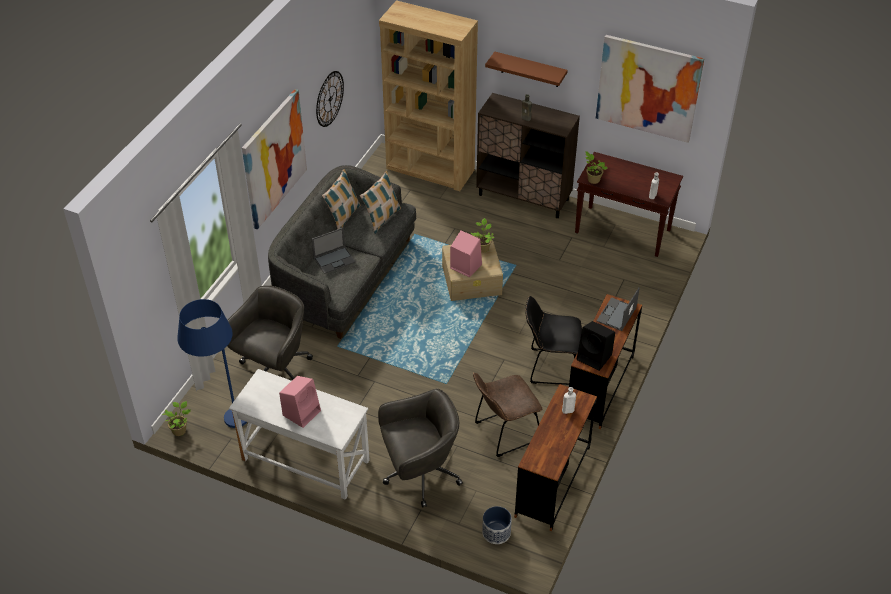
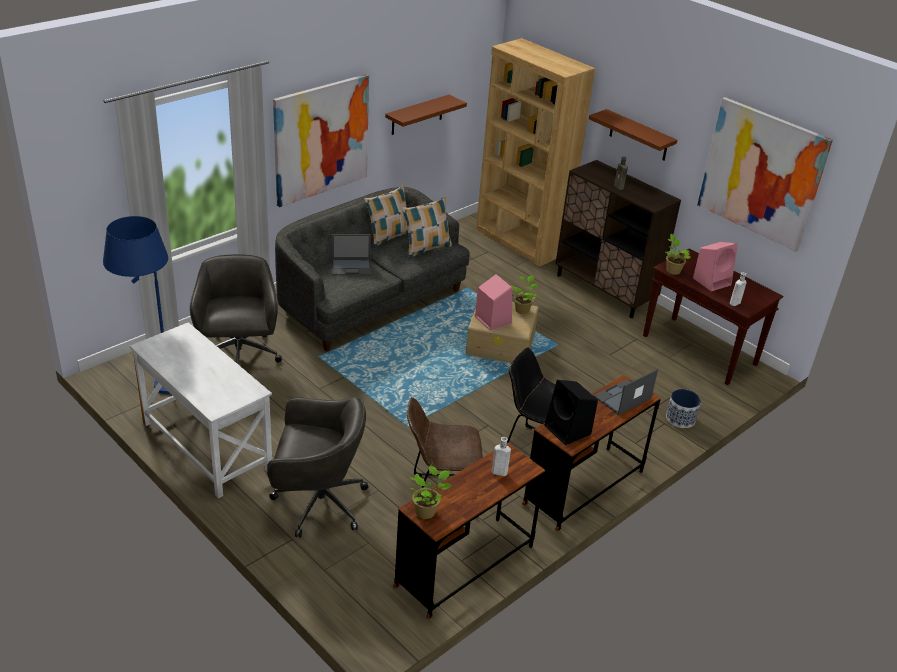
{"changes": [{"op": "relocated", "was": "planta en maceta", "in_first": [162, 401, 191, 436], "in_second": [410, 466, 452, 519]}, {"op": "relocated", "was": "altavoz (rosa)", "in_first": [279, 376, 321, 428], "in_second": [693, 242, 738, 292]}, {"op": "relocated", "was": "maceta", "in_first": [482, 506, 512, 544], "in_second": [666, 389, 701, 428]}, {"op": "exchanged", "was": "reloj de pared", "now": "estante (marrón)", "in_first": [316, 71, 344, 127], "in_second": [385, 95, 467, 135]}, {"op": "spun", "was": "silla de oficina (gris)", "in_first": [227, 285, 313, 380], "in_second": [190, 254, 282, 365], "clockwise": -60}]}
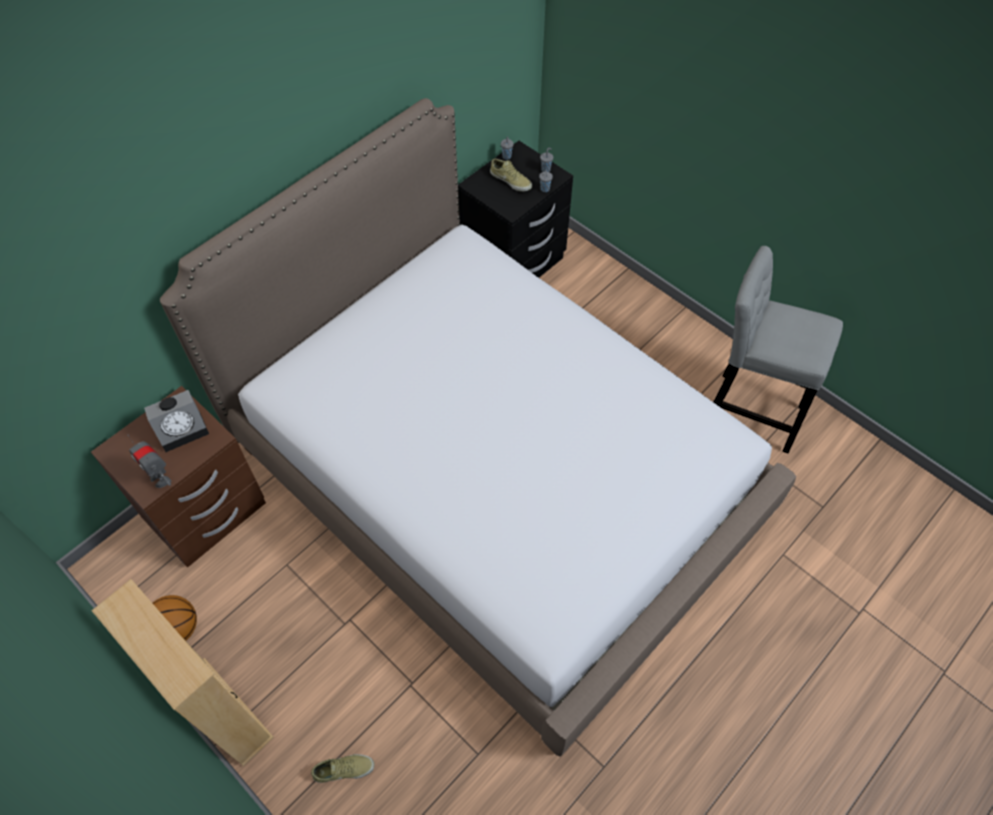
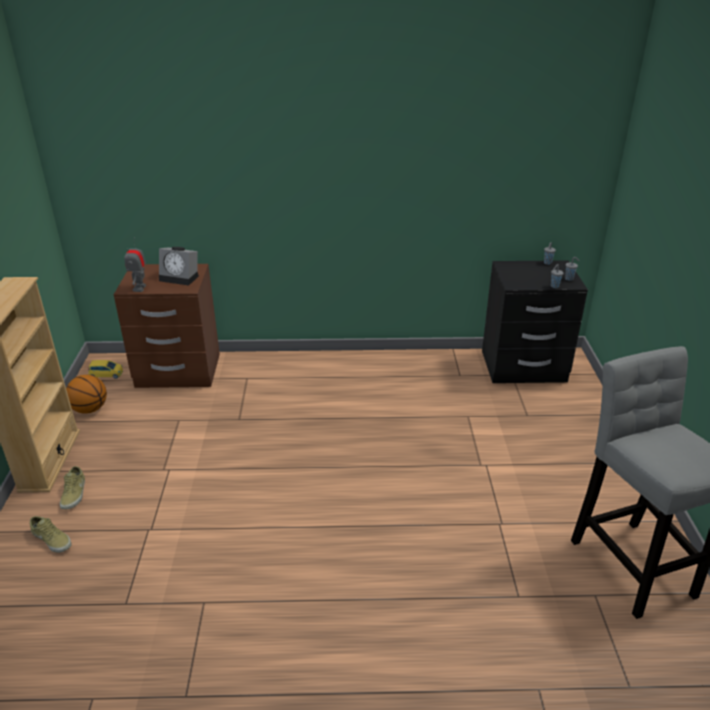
{"changes": [{"op": "missing", "was": "cama", "in_first": [160, 98, 796, 757]}, {"op": "appeared", "now": "coche de juguete (amarillo)", "in_second": [88, 360, 123, 379]}, {"op": "relocated", "was": "zapato (beis)", "in_first": [490, 159, 532, 192], "in_second": [60, 466, 85, 510]}]}
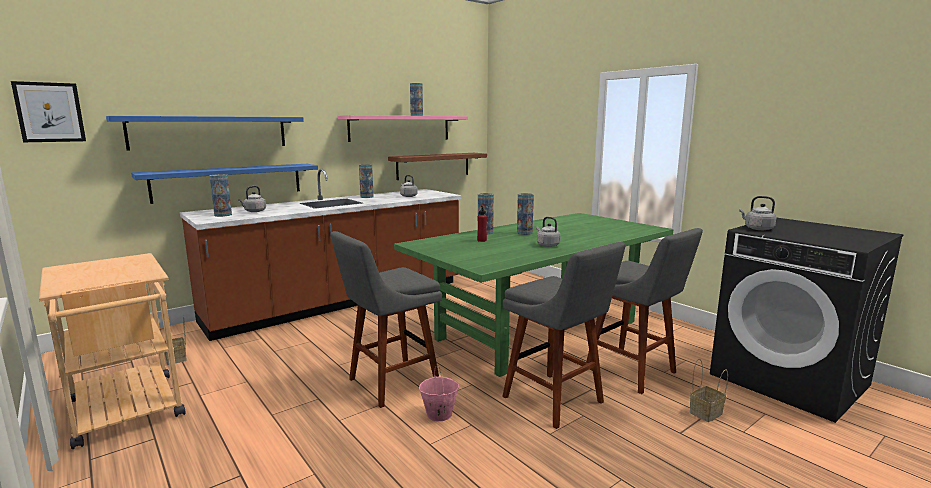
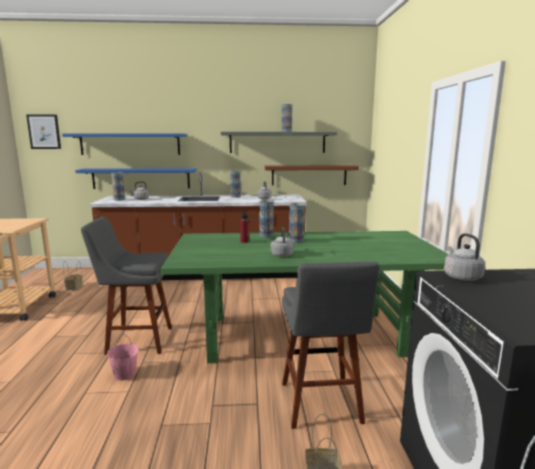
{"changes": [{"op": "missing", "was": "taburete (gris)", "in_first": [502, 242, 626, 429]}, {"op": "colour", "was": "estante (rosa)", "now": "estante (gris)", "in_first": [338, 115, 468, 142], "in_second": [221, 132, 337, 153]}]}
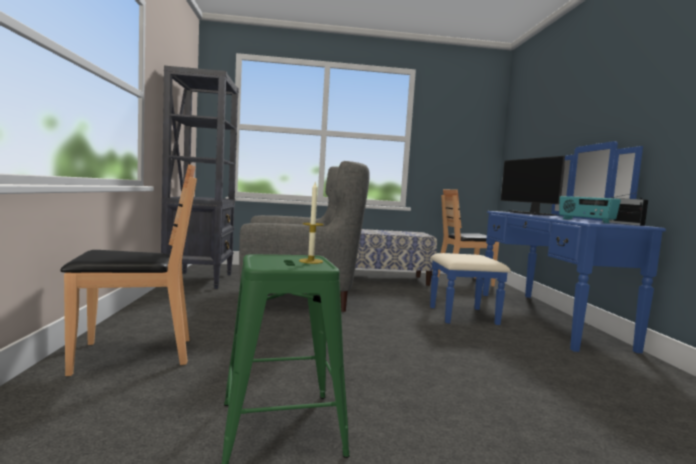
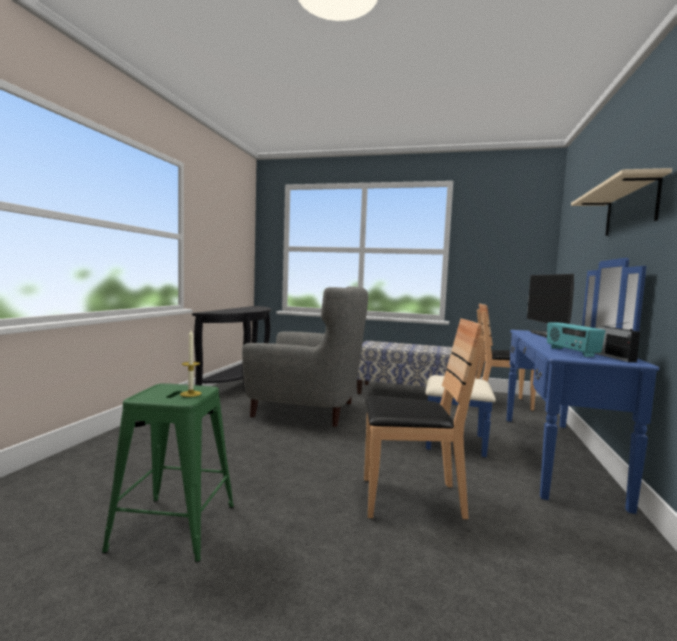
{"changes": [{"op": "appeared", "now": "estante (beis)", "in_second": [571, 168, 672, 236]}, {"op": "relocated", "was": "silla (marrón)", "in_first": [60, 164, 197, 376], "in_second": [364, 318, 484, 519]}, {"op": "exchanged", "was": "estantería (negro)", "now": "mesa consola (negro)", "in_first": [161, 66, 239, 289], "in_second": [192, 306, 271, 392]}]}
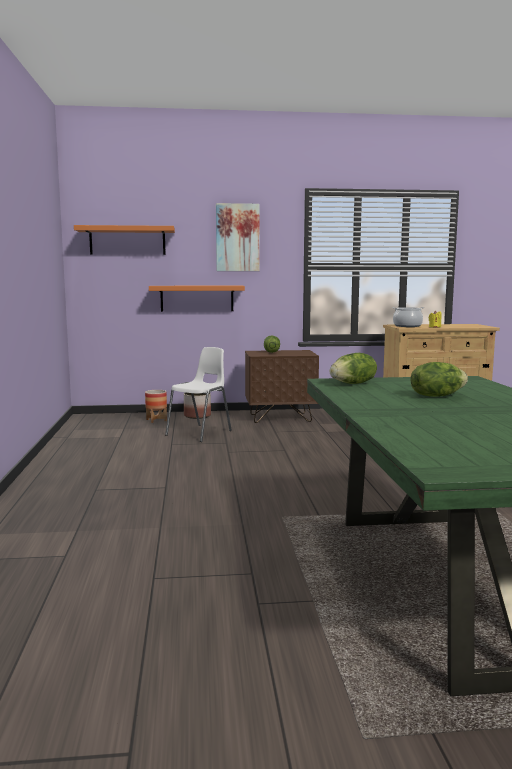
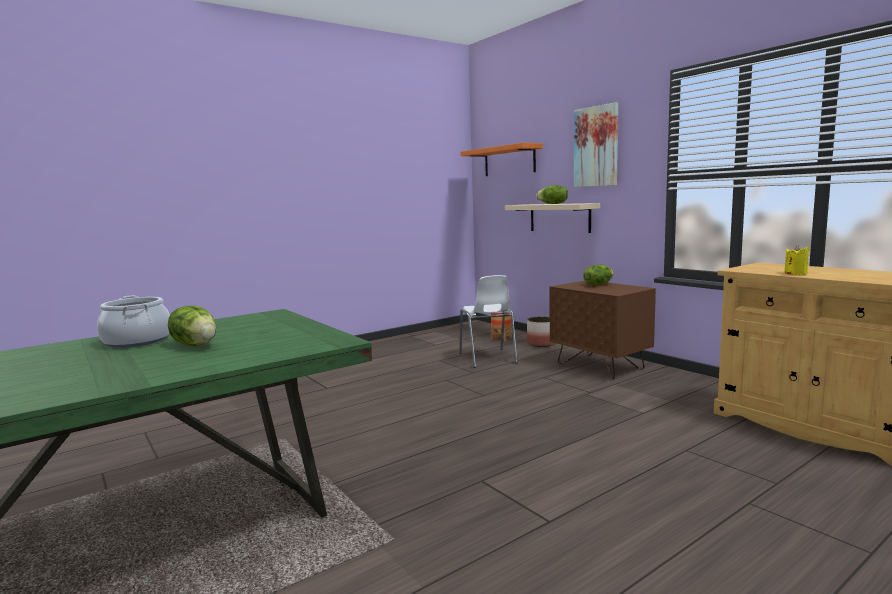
{"changes": [{"op": "relocated", "was": "lechuga", "in_first": [330, 353, 377, 384], "in_second": [536, 185, 568, 204]}, {"op": "relocated", "was": "olla", "in_first": [392, 307, 424, 327], "in_second": [97, 295, 170, 348]}, {"op": "colour", "was": "estante (naranja)", "now": "estante (beis)", "in_first": [149, 286, 245, 312], "in_second": [505, 203, 600, 233]}, {"op": "spun", "was": "silla (blanco)", "in_first": [165, 347, 232, 442], "in_second": [459, 275, 518, 368], "clockwise": 75}]}
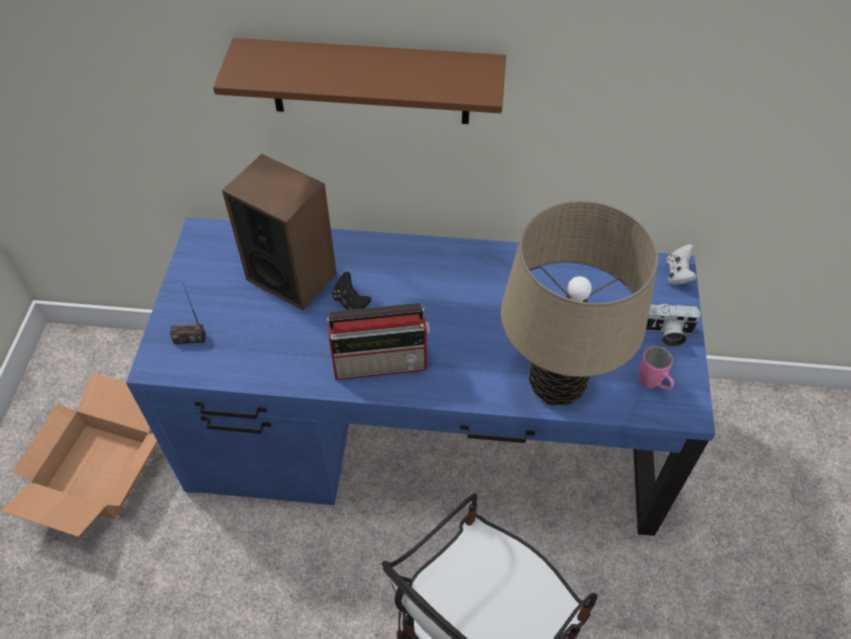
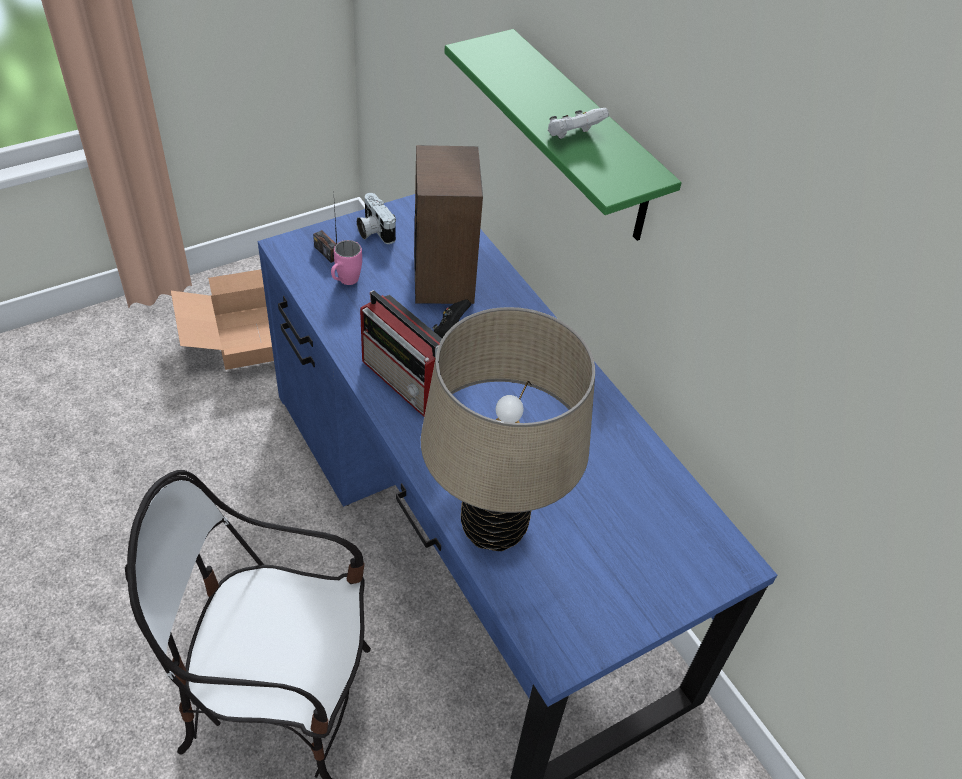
{"changes": [{"op": "relocated", "was": "taza grande (rosa)", "in_first": [639, 346, 674, 390], "in_second": [331, 240, 362, 285]}, {"op": "relocated", "was": "cámara", "in_first": [646, 304, 700, 347], "in_second": [357, 193, 396, 244]}, {"op": "relocated", "was": "mando de consola (blanco)", "in_first": [667, 244, 697, 285], "in_second": [548, 108, 609, 139]}, {"op": "colour", "was": "estante (marrón)", "now": "estante (verde)", "in_first": [213, 38, 506, 124], "in_second": [444, 29, 682, 241]}]}
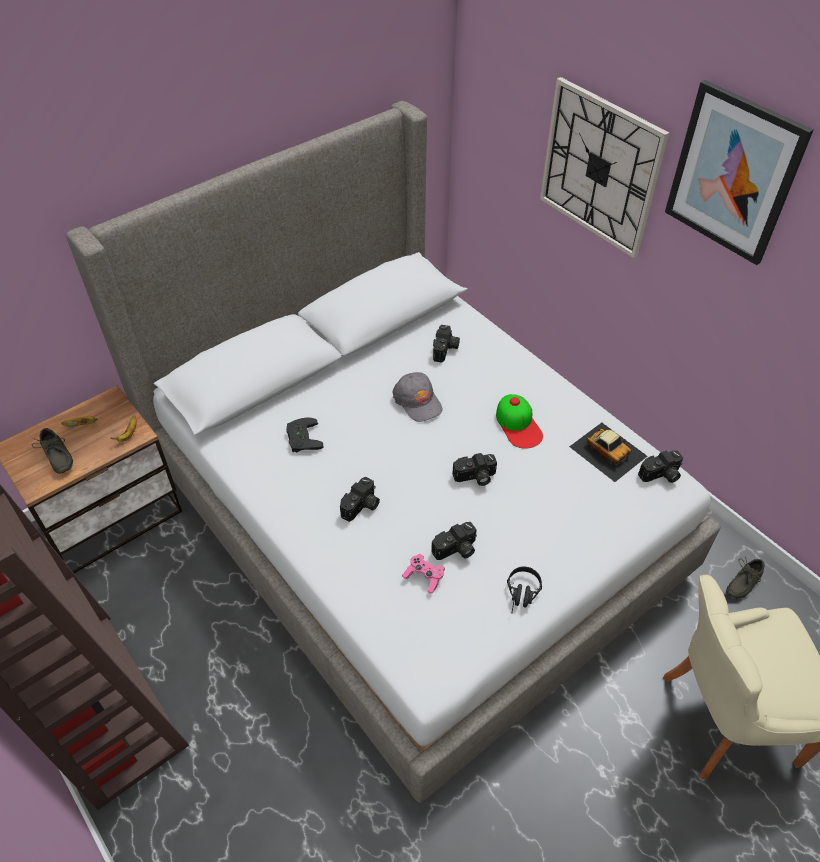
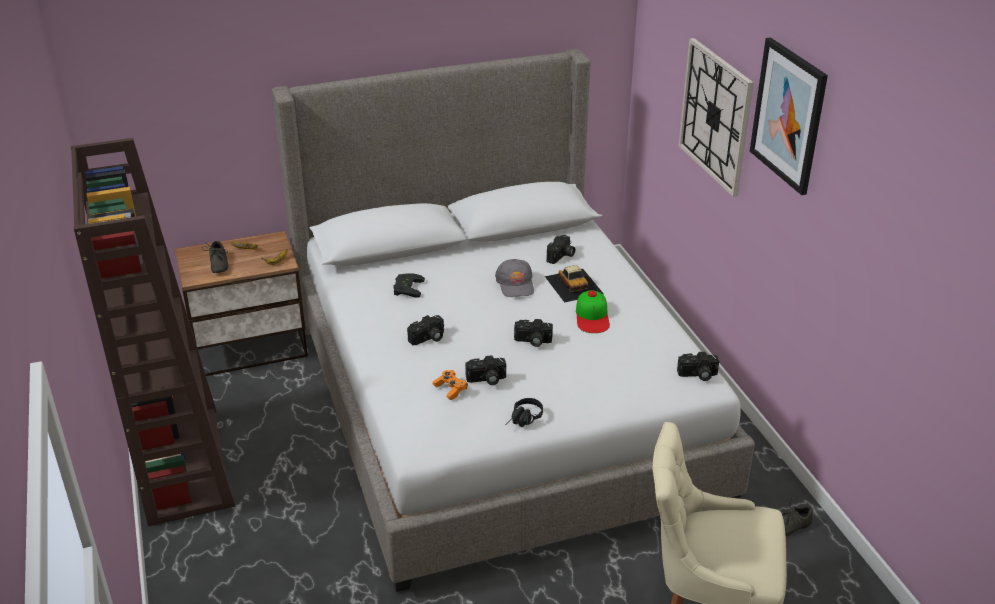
{"changes": [{"op": "relocated", "was": "coche de juguete", "in_first": [569, 423, 647, 482], "in_second": [545, 265, 604, 303]}, {"op": "colour", "was": "mando de consola (rosa)", "now": "mando de consola (naranja)", "in_first": [402, 554, 445, 593], "in_second": [432, 370, 468, 400]}]}
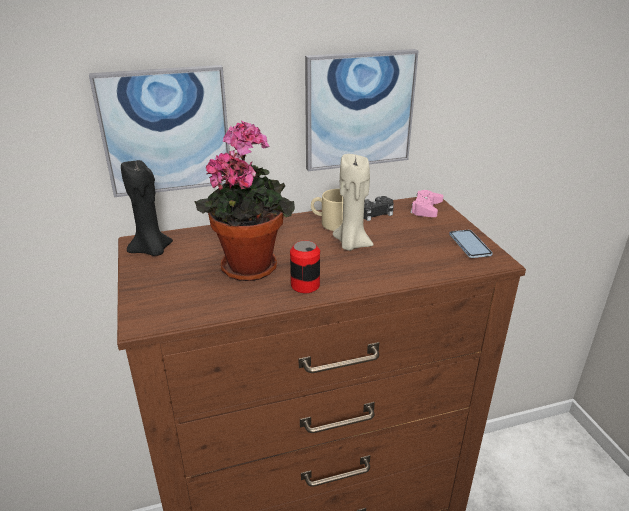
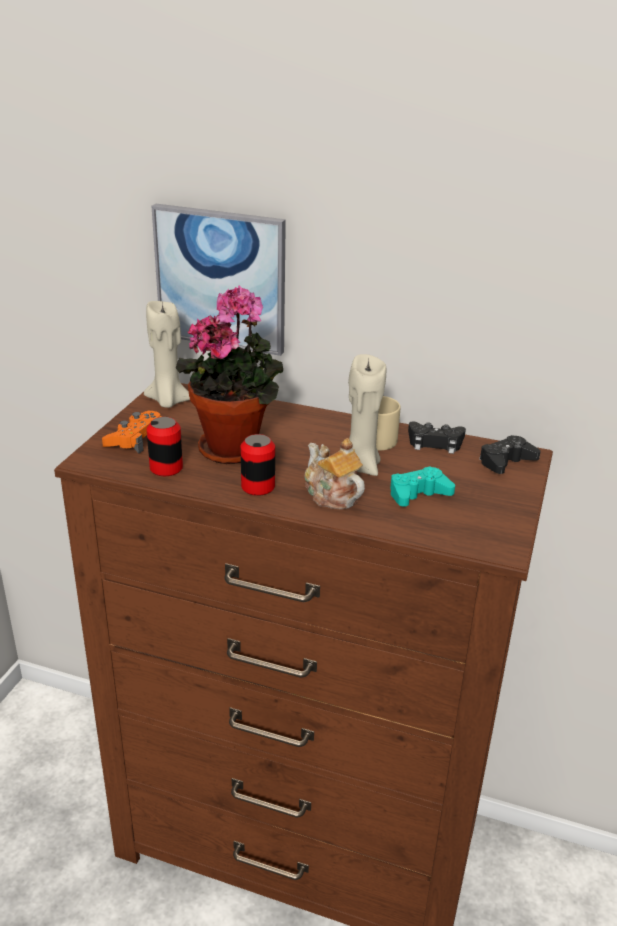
{"changes": [{"op": "missing", "was": "cuadro", "in_first": [305, 49, 419, 171]}, {"op": "missing", "was": "móvil", "in_first": [449, 230, 493, 258]}, {"op": "appeared", "now": "mando de consola (naranja)", "in_second": [102, 411, 162, 454]}, {"op": "appeared", "now": "lata", "in_second": [147, 417, 183, 476]}, {"op": "appeared", "now": "tetera", "in_second": [304, 438, 365, 509]}, {"op": "appeared", "now": "mando de consola (turquesa)", "in_second": [390, 466, 455, 507]}, {"op": "colour", "was": "vela (negro)", "now": "vela (beis)", "in_first": [121, 160, 173, 256], "in_second": [144, 301, 190, 408]}, {"op": "colour", "was": "mando de consola (rosa)", "now": "mando de consola (negro)", "in_first": [410, 190, 443, 217], "in_second": [479, 435, 541, 474]}]}
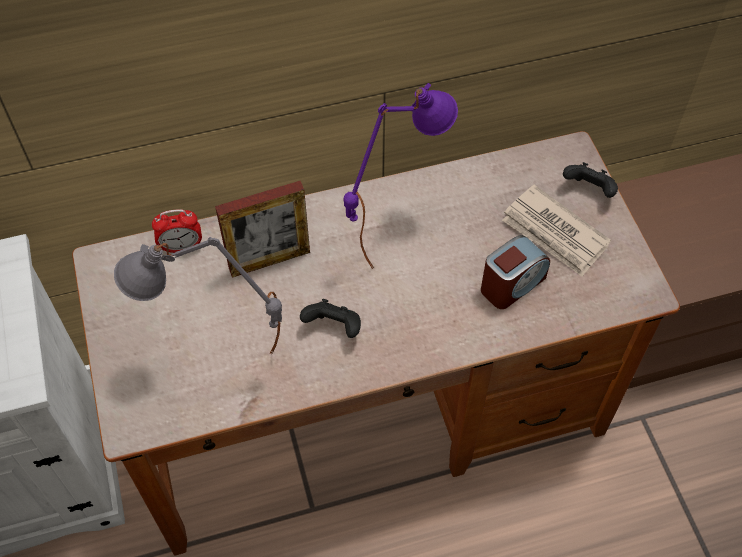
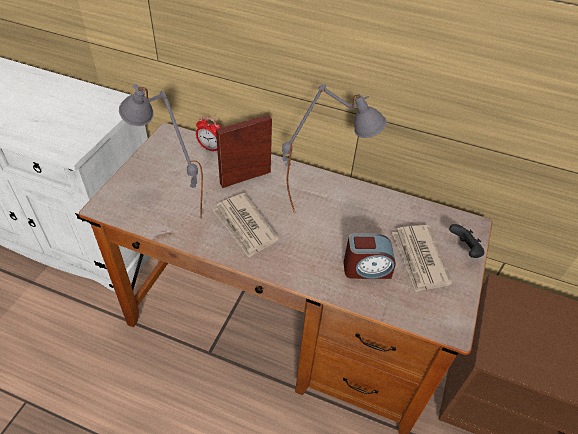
{"changes": [{"op": "exchanged", "was": "mando de consola (negro)", "now": "periódico", "in_first": [300, 299, 361, 338], "in_second": [213, 193, 279, 258]}, {"op": "colour", "was": "lámpara de mesa (morado)", "now": "lámpara de mesa (gris)", "in_first": [344, 83, 458, 269], "in_second": [282, 85, 387, 212]}, {"op": "spun", "was": "portarretratos", "in_first": [215, 181, 310, 278], "in_second": [216, 115, 272, 188], "clockwise": 135}]}
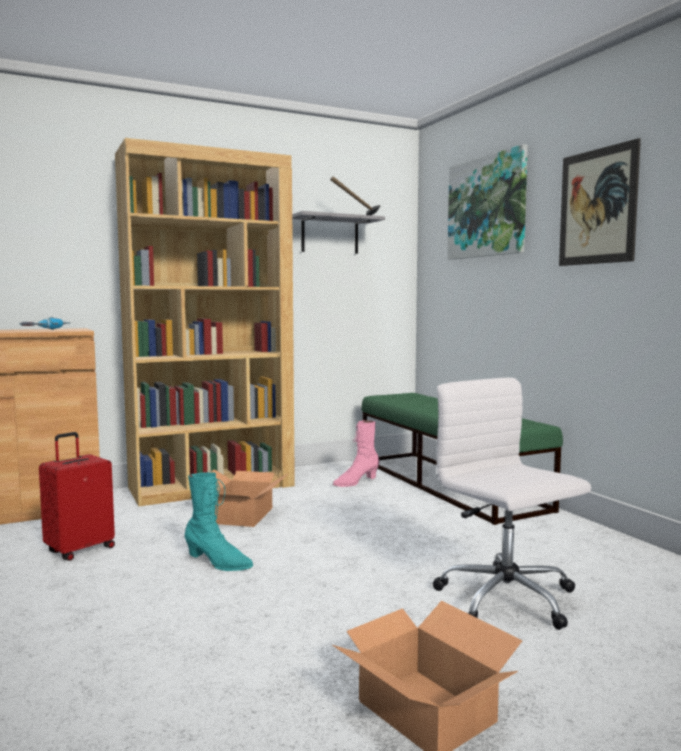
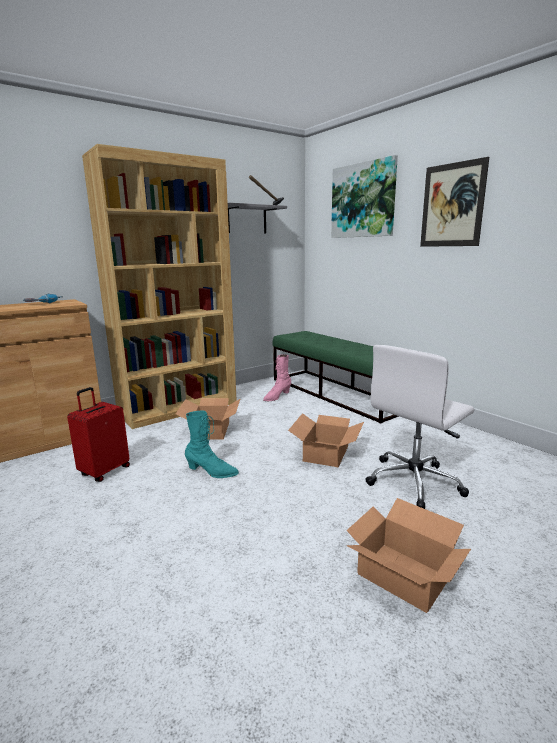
{"changes": [{"op": "appeared", "now": "caja de cartón", "in_second": [288, 413, 364, 467]}, {"op": "spun", "was": "silla de oficina (blanco)", "in_first": [433, 378, 591, 630], "in_second": [365, 345, 474, 509], "clockwise": -90}]}
